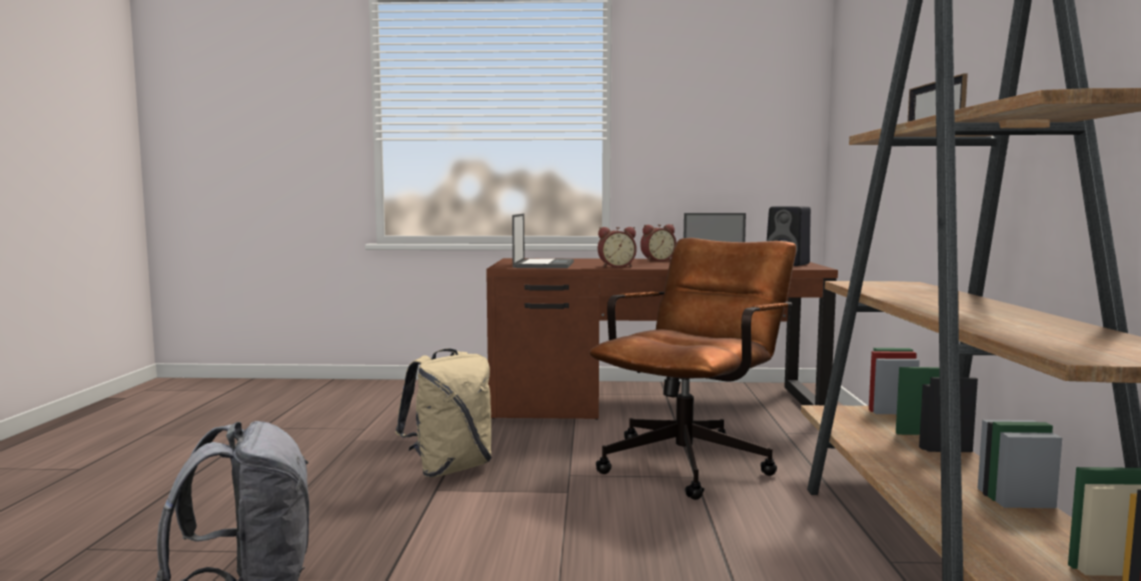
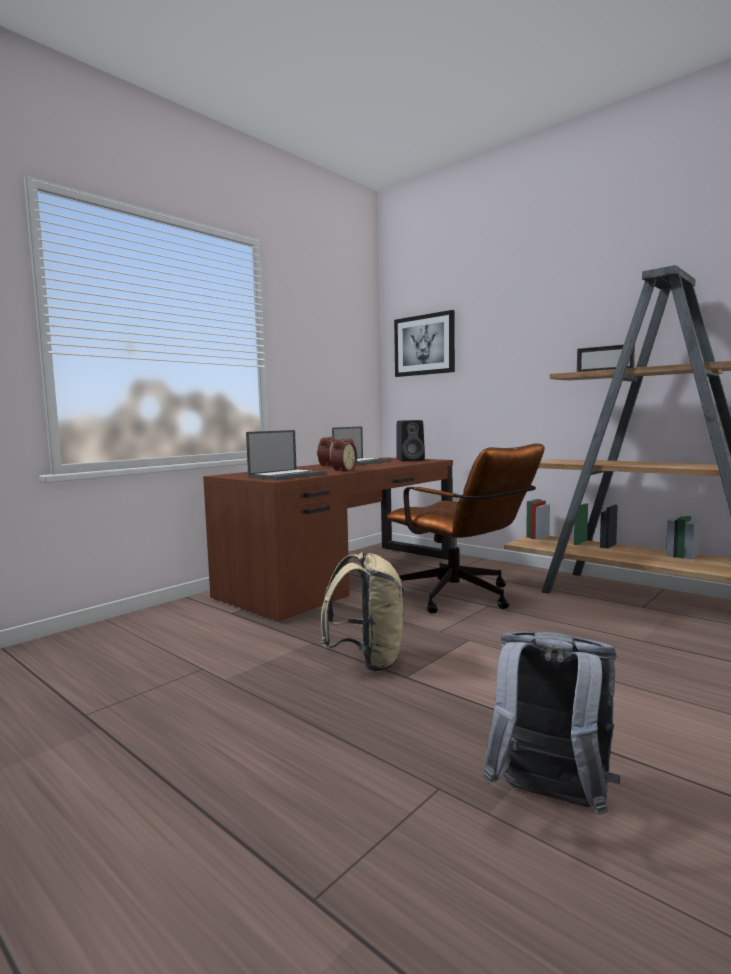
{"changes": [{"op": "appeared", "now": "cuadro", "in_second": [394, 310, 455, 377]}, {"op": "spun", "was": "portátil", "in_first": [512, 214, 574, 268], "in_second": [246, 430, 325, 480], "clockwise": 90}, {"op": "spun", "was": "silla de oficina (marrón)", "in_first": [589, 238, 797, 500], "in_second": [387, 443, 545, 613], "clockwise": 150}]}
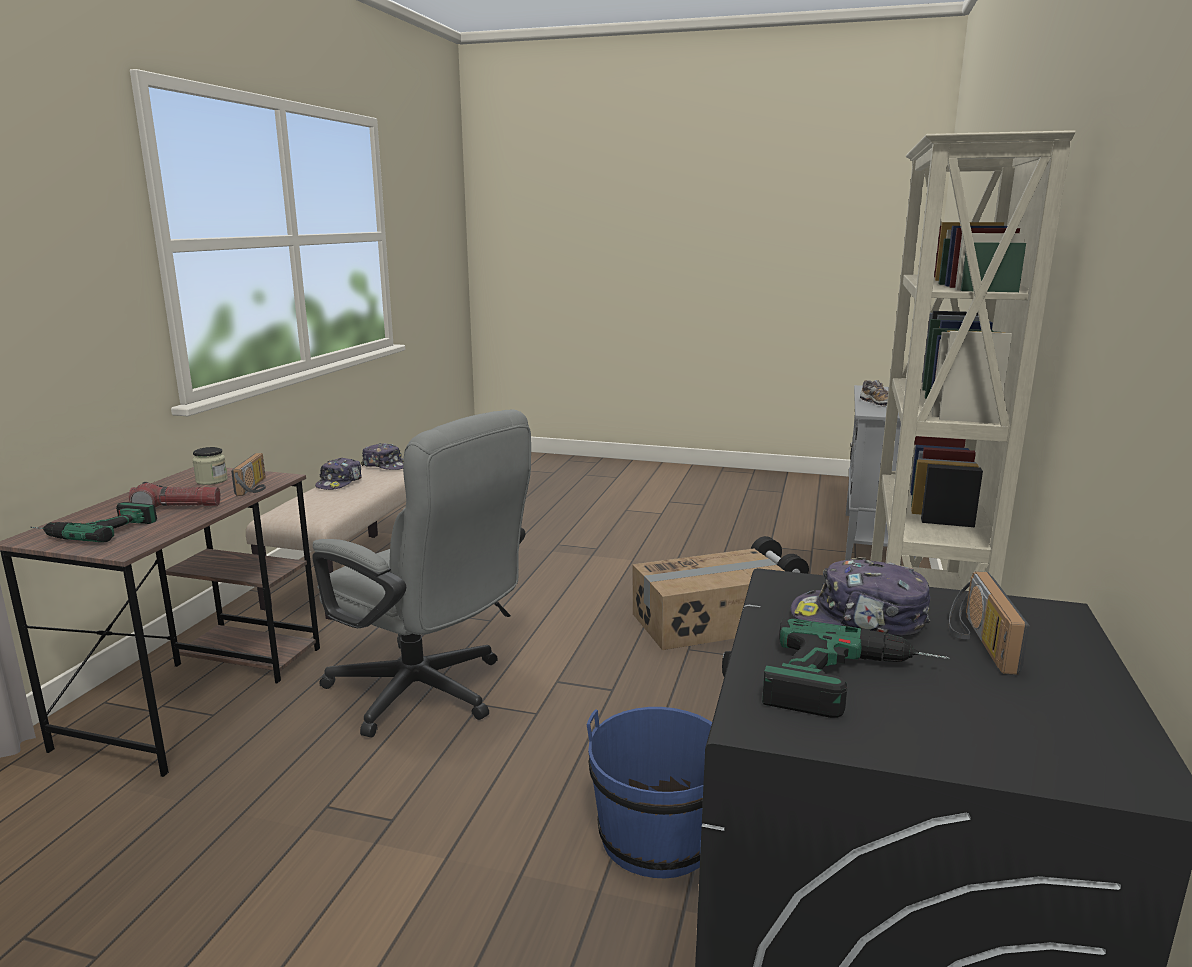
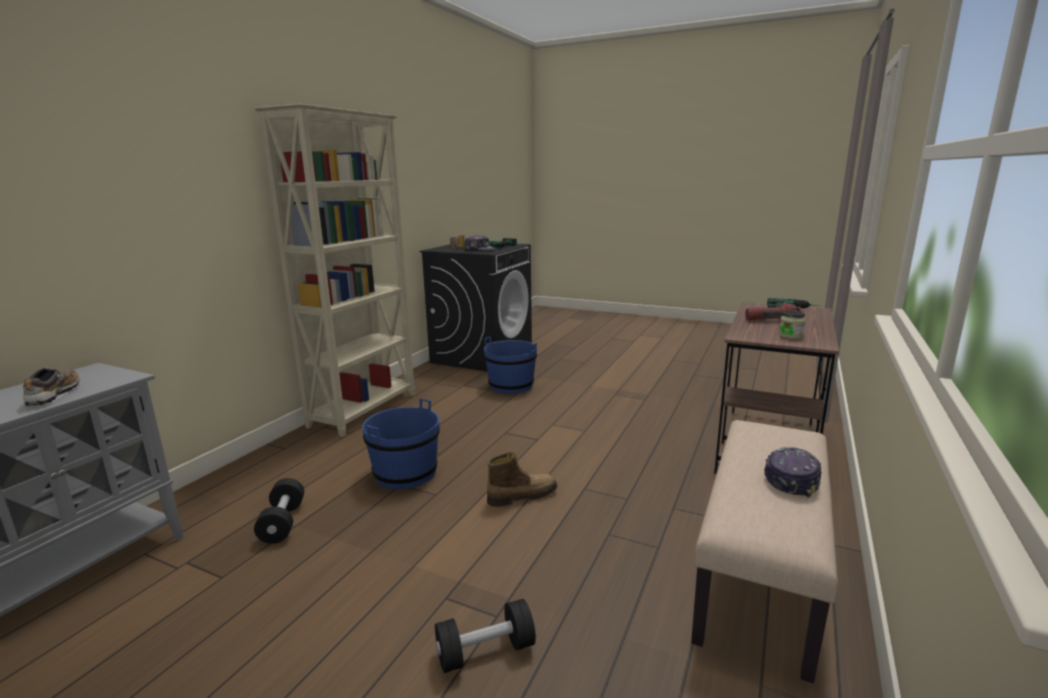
{"changes": [{"op": "missing", "was": "radio", "in_first": [231, 453, 266, 496]}, {"op": "missing", "was": "silla de oficina (gris)", "in_first": [312, 410, 531, 738]}, {"op": "missing", "was": "gorra", "in_first": [361, 443, 403, 470]}, {"op": "appeared", "now": "mancuerna (negro)", "in_second": [435, 599, 536, 673]}, {"op": "appeared", "now": "bota", "in_second": [487, 452, 557, 507]}, {"op": "exchanged", "was": "caja de cartón", "now": "cubo (azul)", "in_first": [633, 549, 784, 650], "in_second": [362, 398, 440, 489]}]}
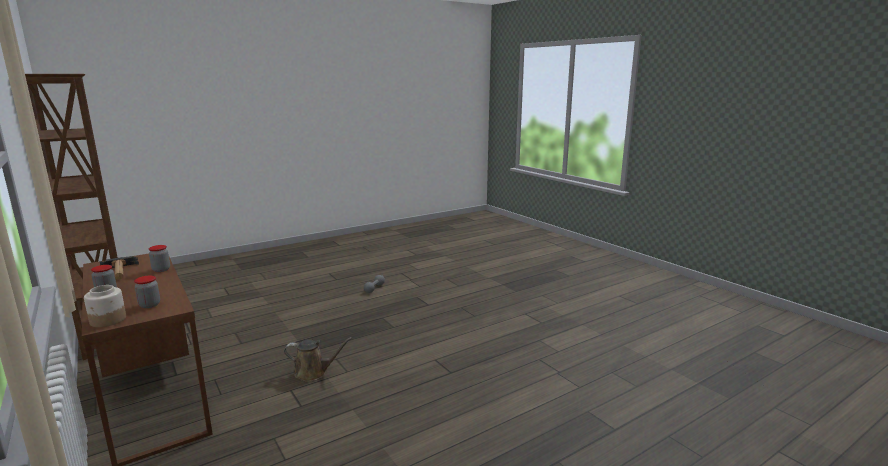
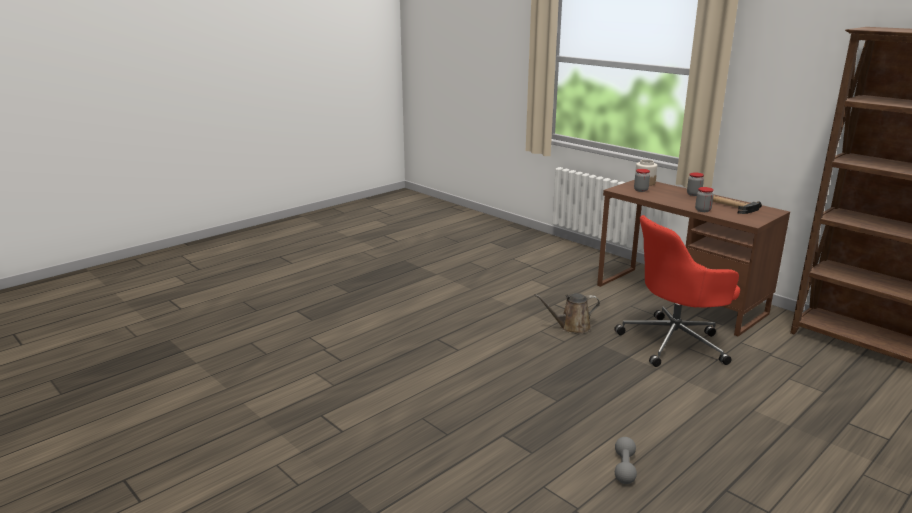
{"changes": [{"op": "appeared", "now": "silla de oficina (rojo)", "in_second": [614, 215, 740, 367]}]}
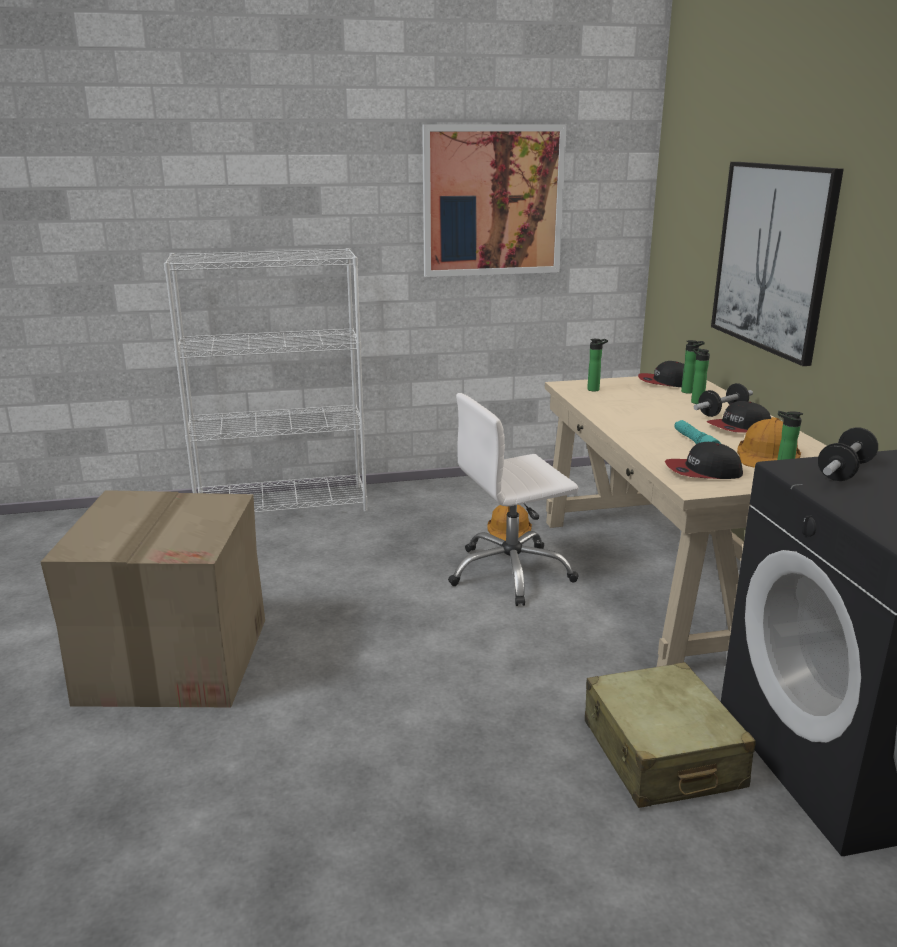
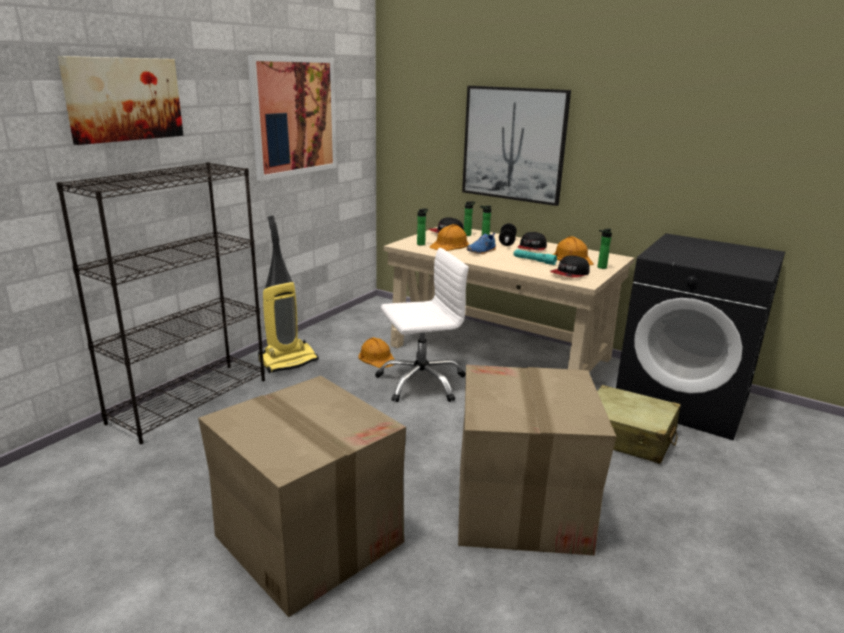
{"changes": [{"op": "missing", "was": "mancuerna", "in_first": [818, 427, 878, 481]}, {"op": "appeared", "now": "cuadro", "in_second": [58, 56, 183, 145]}, {"op": "appeared", "now": "aspiradora", "in_second": [258, 216, 319, 373]}, {"op": "appeared", "now": "casco (naranja)", "in_second": [429, 224, 469, 251]}, {"op": "appeared", "now": "caja de cartón", "in_second": [458, 365, 616, 556]}, {"op": "appeared", "now": "zapato (azul)", "in_second": [467, 233, 496, 254]}, {"op": "colour", "was": "estantería (blanco)", "now": "estantería (negro)", "in_first": [164, 248, 367, 513], "in_second": [56, 162, 265, 444]}, {"op": "spun", "was": "silla de oficina (blanco)", "in_first": [448, 393, 579, 606], "in_second": [375, 248, 469, 402], "clockwise": -135}]}
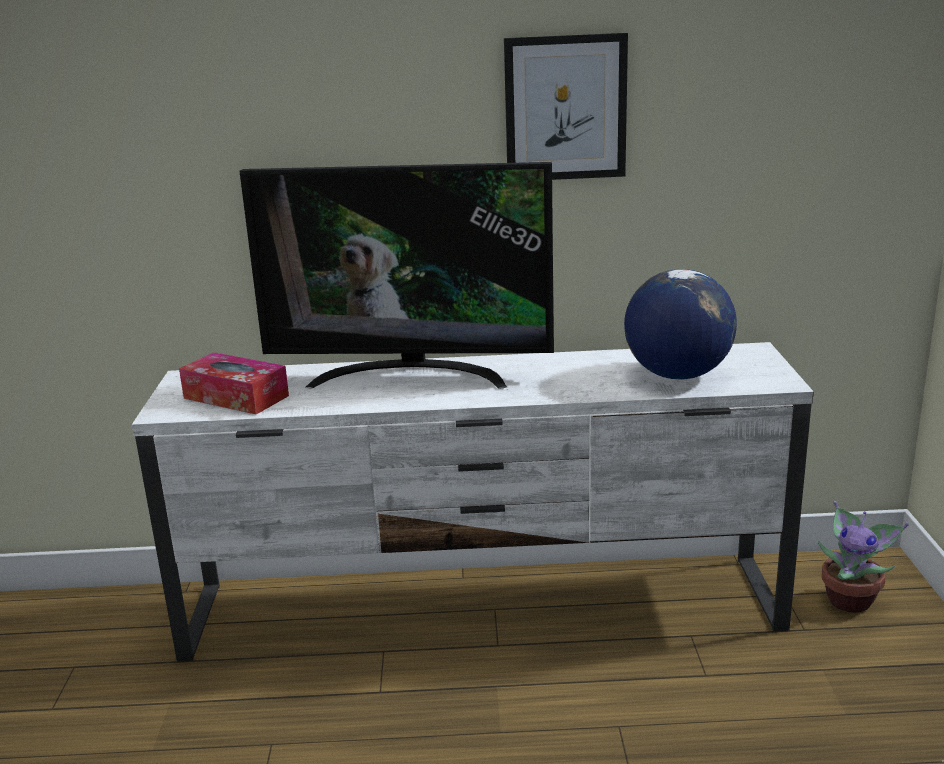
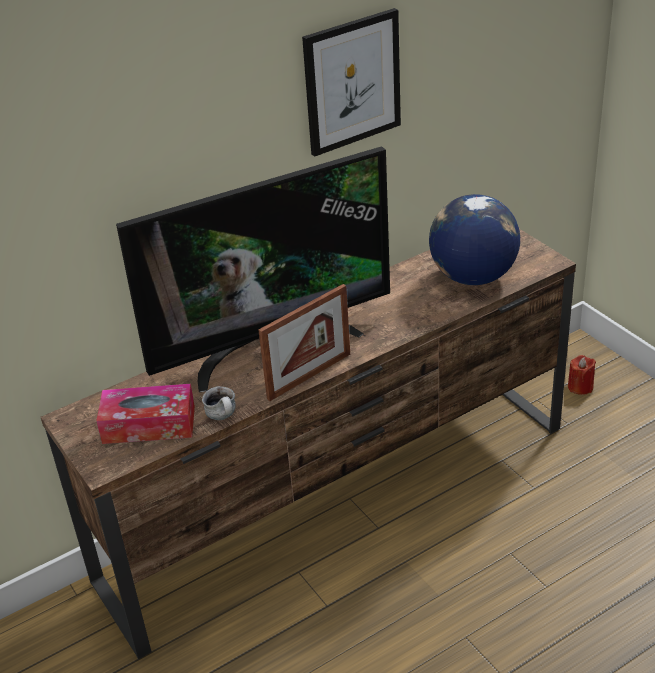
{"changes": [{"op": "appeared", "now": "taza grande", "in_second": [202, 386, 236, 420]}, {"op": "appeared", "now": "portarretratos", "in_second": [259, 284, 350, 401]}, {"op": "exchanged", "was": "planta en maceta", "now": "vela (rojo)", "in_first": [818, 501, 909, 613], "in_second": [568, 355, 596, 395]}, {"op": "colour", "was": "mueble de televisión (blanco)", "now": "mueble de televisión (marrón)", "in_first": [132, 342, 814, 662], "in_second": [41, 229, 576, 659]}]}
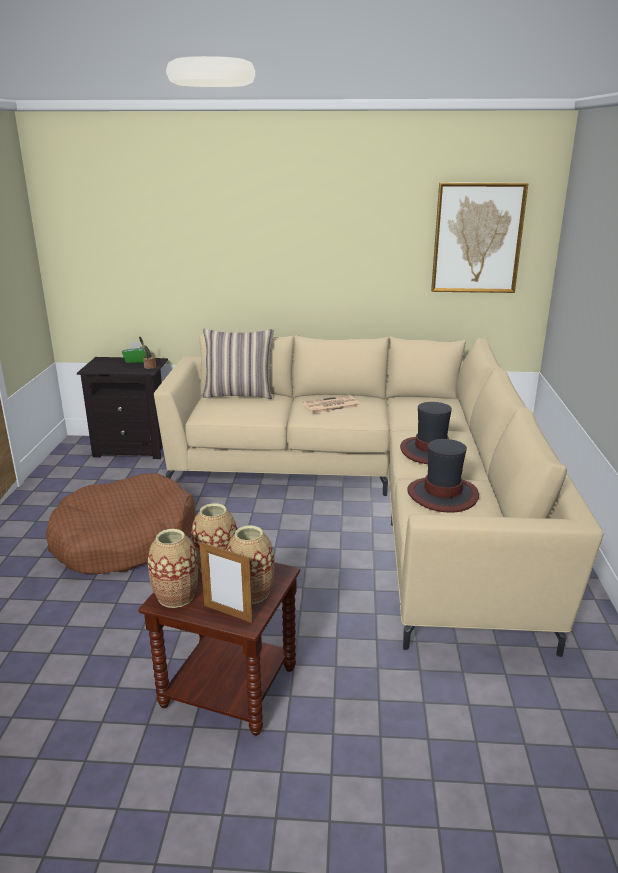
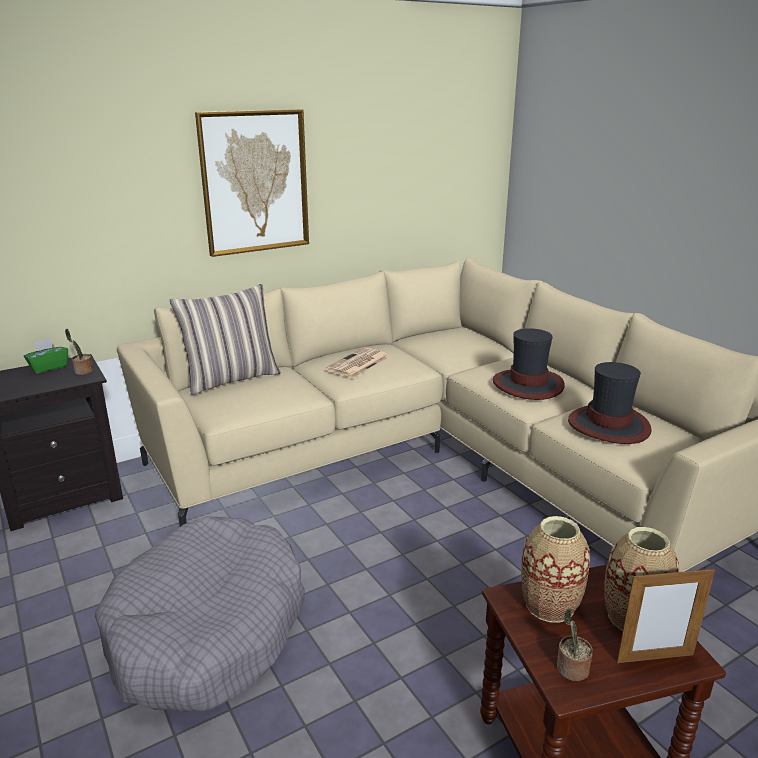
{"changes": [{"op": "relocated", "was": "cuadro", "in_first": [431, 182, 529, 293], "in_second": [195, 109, 309, 257]}, {"op": "exchanged", "was": "florero", "now": "planta en maceta", "in_first": [148, 529, 198, 608], "in_second": [557, 608, 593, 681]}, {"op": "colour", "was": "cama para perro (marrón)", "now": "cama para perro (gris)", "in_first": [46, 473, 196, 575], "in_second": [95, 516, 305, 713]}]}
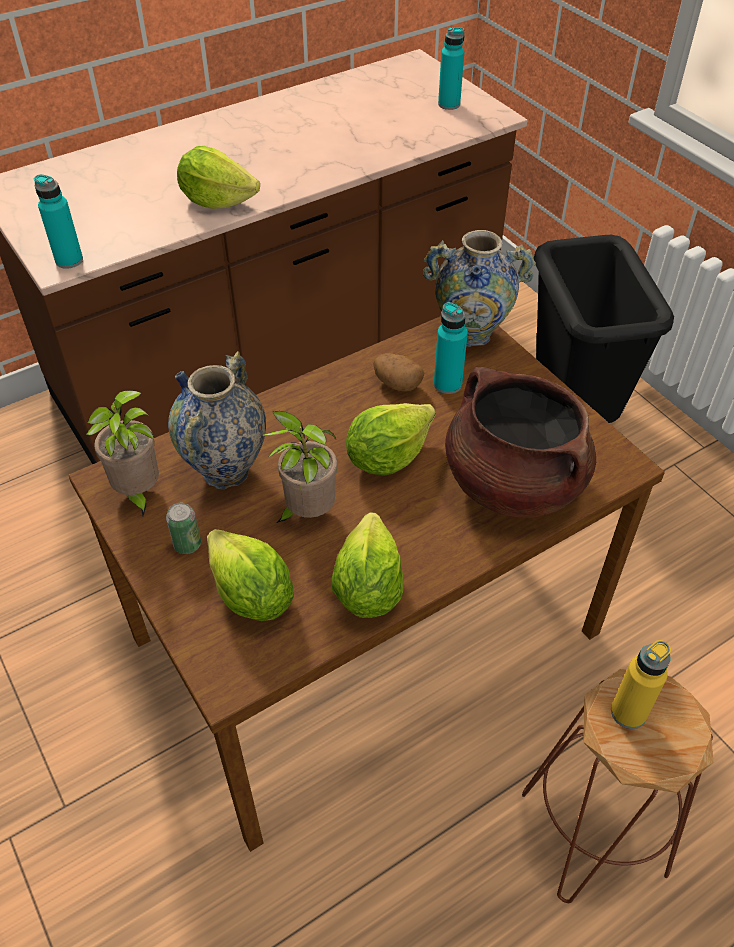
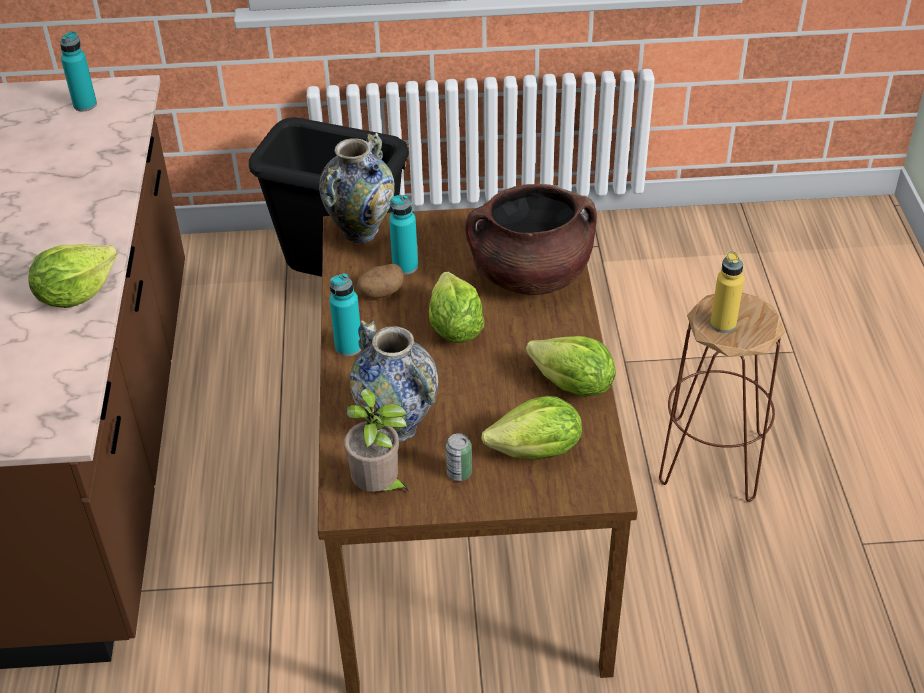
{"changes": [{"op": "missing", "was": "planta en maceta", "in_first": [260, 411, 338, 523]}, {"op": "relocated", "was": "botella (turquesa)", "in_first": [34, 174, 83, 269], "in_second": [329, 273, 361, 356]}]}
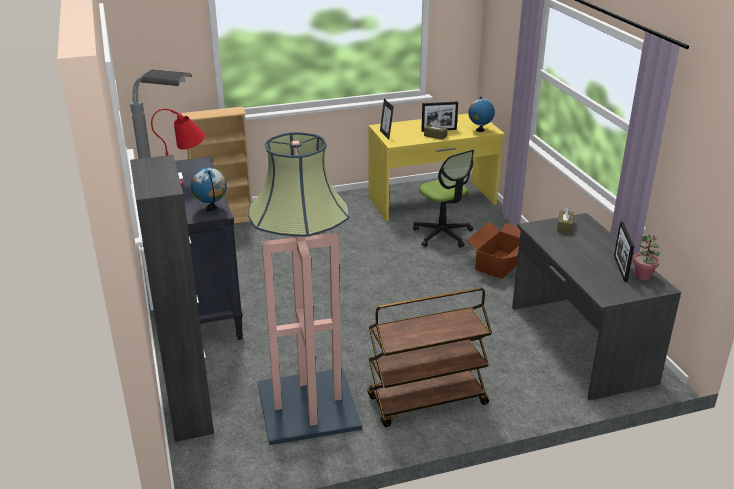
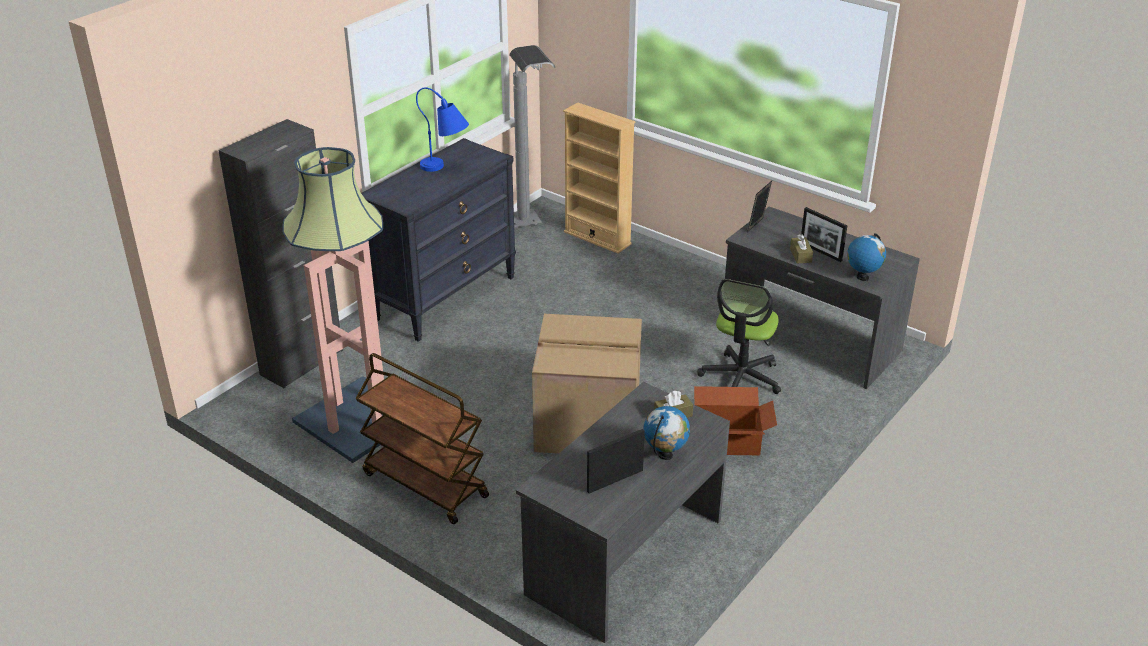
{"changes": [{"op": "missing", "was": "planta en maceta", "in_first": [633, 234, 660, 280]}, {"op": "appeared", "now": "caja de cartón", "in_second": [532, 314, 642, 454]}, {"op": "relocated", "was": "globo terráqueo", "in_first": [191, 167, 227, 211], "in_second": [643, 406, 690, 460]}, {"op": "colour", "was": "lámpara de mesa (rojo)", "now": "lámpara de mesa (azul)", "in_first": [151, 109, 206, 187], "in_second": [416, 87, 469, 172]}, {"op": "colour", "was": "escritorio (amarillo)", "now": "escritorio (gris)", "in_first": [368, 114, 505, 221], "in_second": [725, 207, 920, 389]}]}
